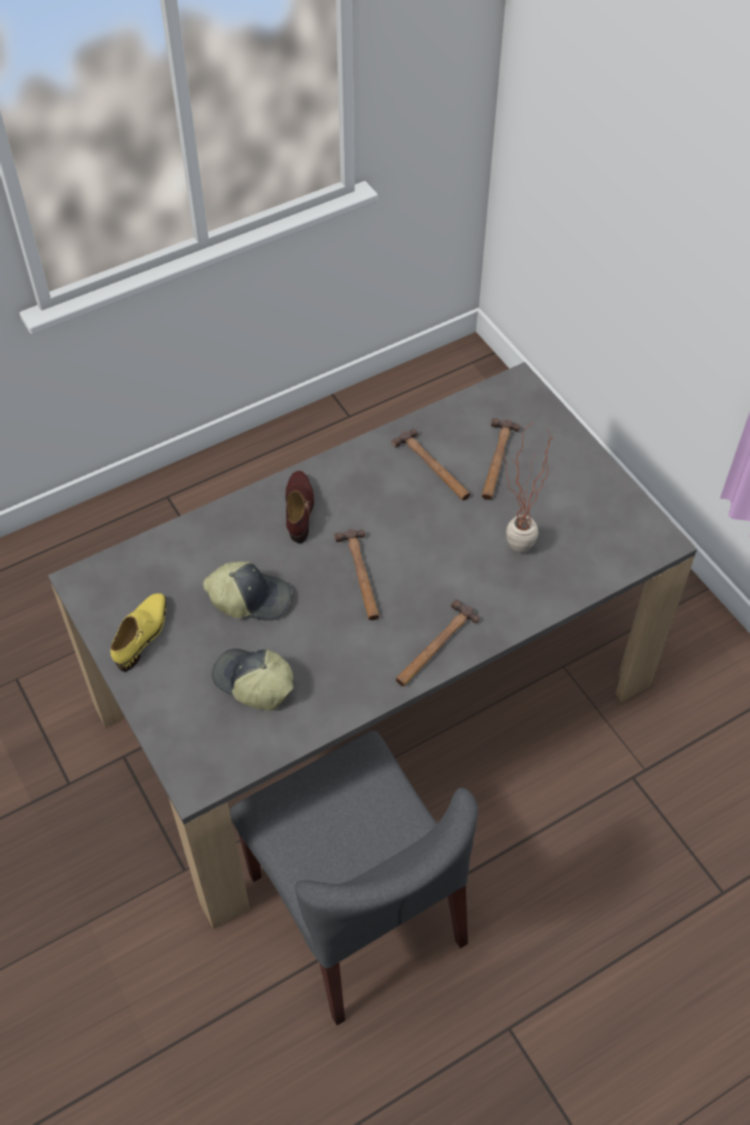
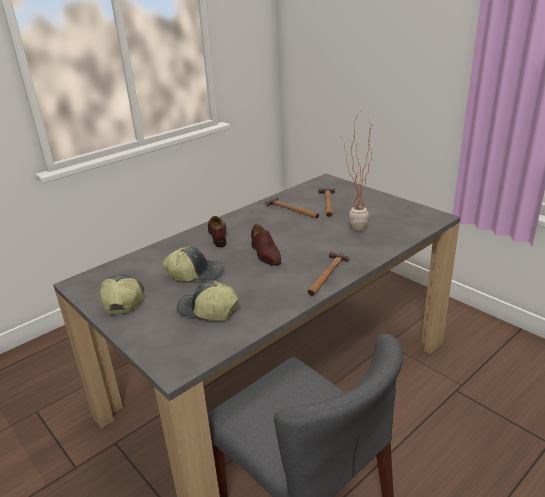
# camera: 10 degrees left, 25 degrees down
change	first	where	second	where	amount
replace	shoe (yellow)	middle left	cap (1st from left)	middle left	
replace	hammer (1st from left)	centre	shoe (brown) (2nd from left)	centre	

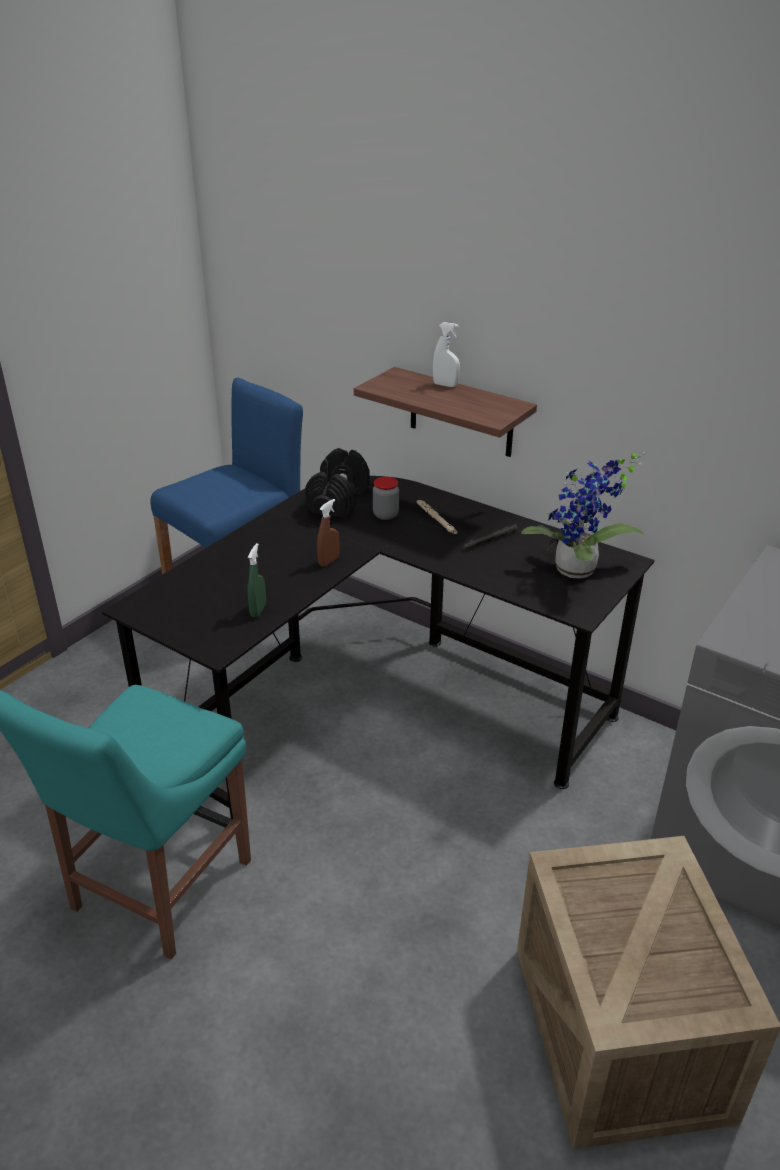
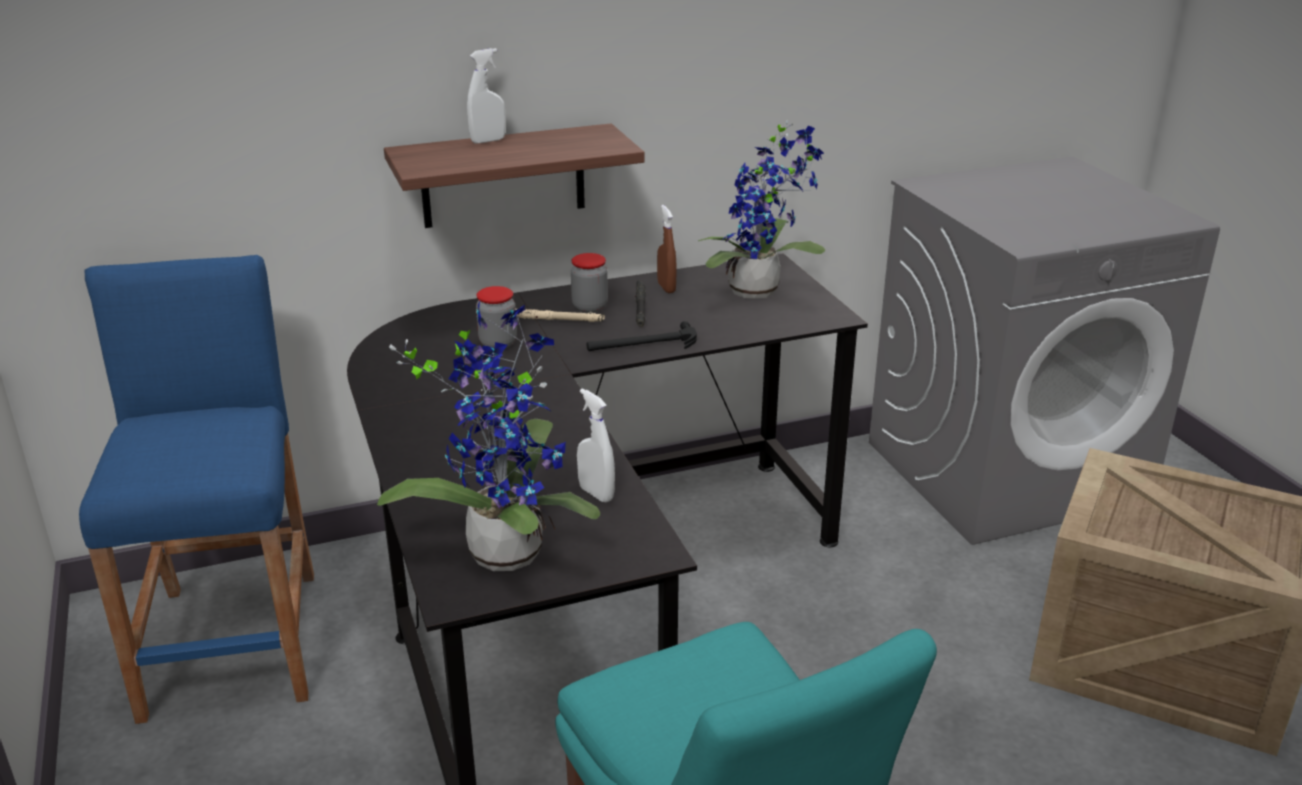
# camera: 55 degrees left, 5 degrees down
change	first	where	second	where	amount
insert			potted plant (1st from left)	centre	
insert			jar (2nd from left)	centre	
recolor	spray bottle (green)	middle left	spray bottle (white) (2nd from left)	centre	
insert			hammer	centre	
move	spray bottle (brown)	centre		top centre	
delete	dumbbell (black)	centre			

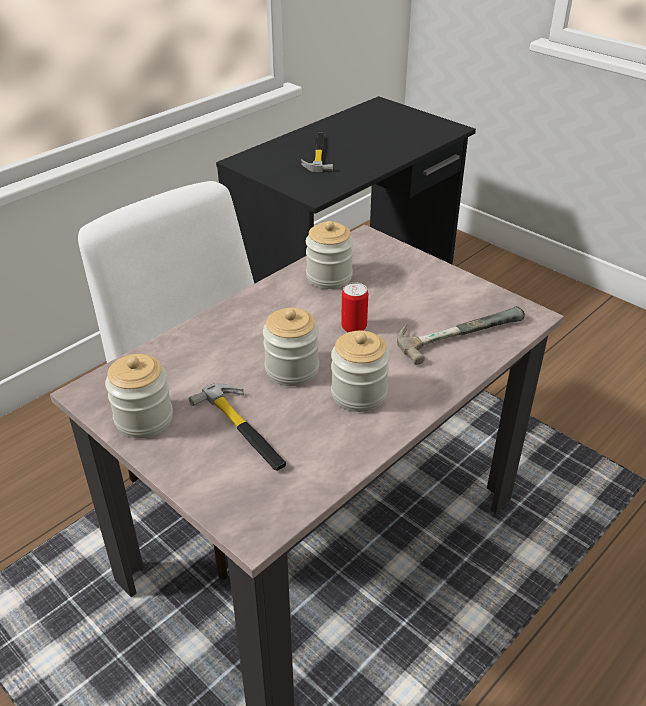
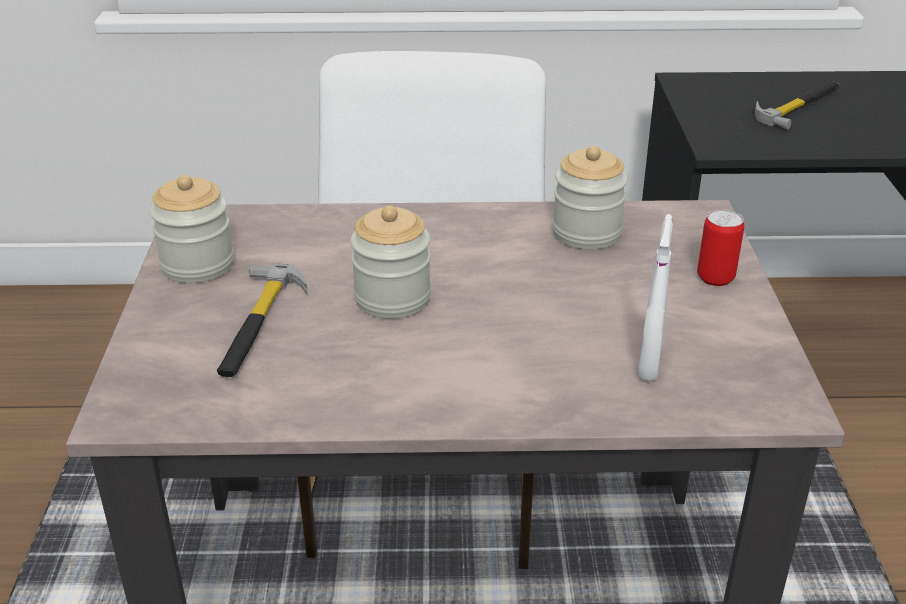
# camera: 45 degrees right, 5 degrees down
change	first	where	second	where	amount
replace	hammer (3rd from left)	middle right	spray bottle (white)	middle right	
move	can	centre		middle right	
delete	jar (4th from left)	centre			

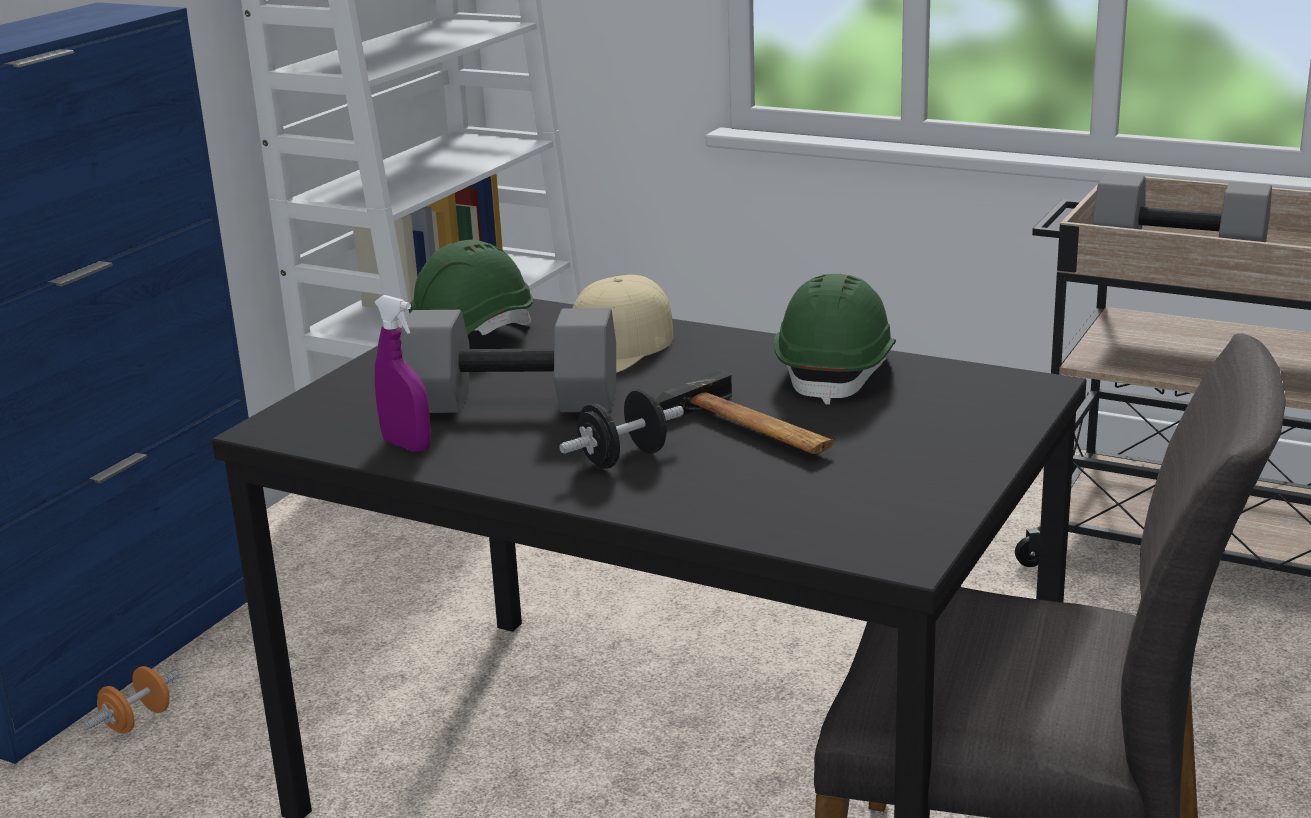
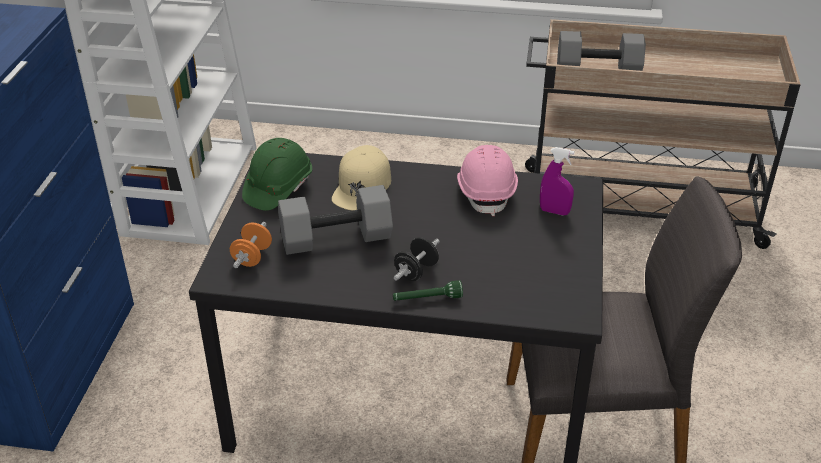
# camera: 20 degrees left, 15 degrees up
change	first	where	second	where	amount
move	dumbbell (orange)	bottom left		middle left	
insert			flashlight (green)	centre	
recolor	hard hat (green) (2nd from left)	centre	hard hat (pink)	centre	
move	spray bottle (purple)	middle left		middle right	
delete	hammer	centre			

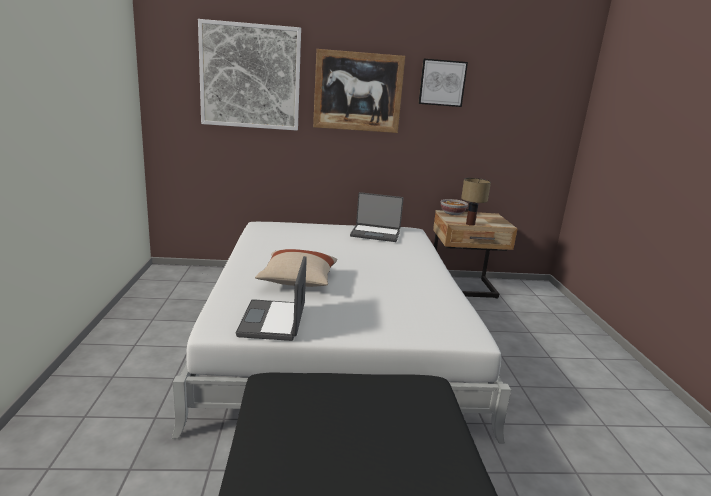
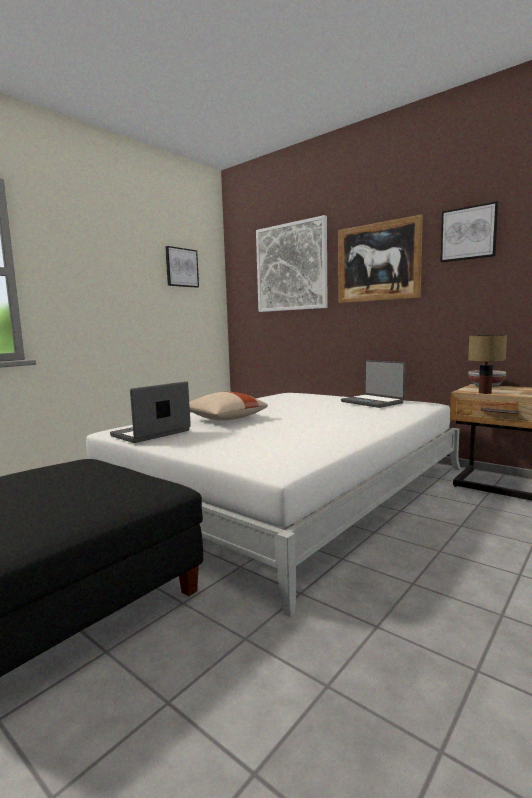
# camera: 45 degrees right, 10 degrees down
change	first	where	second	where	amount
insert			picture (1st from left)	centre	

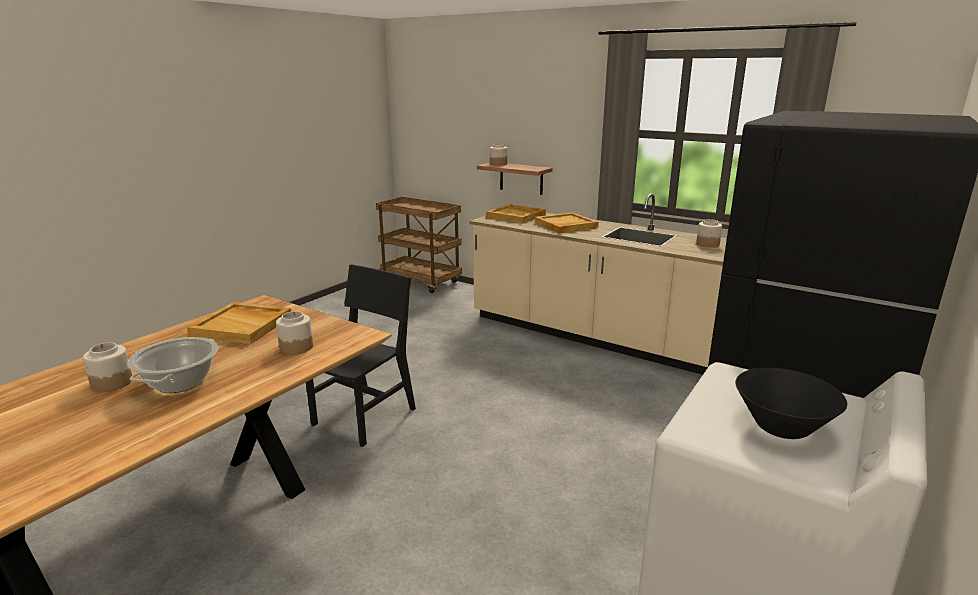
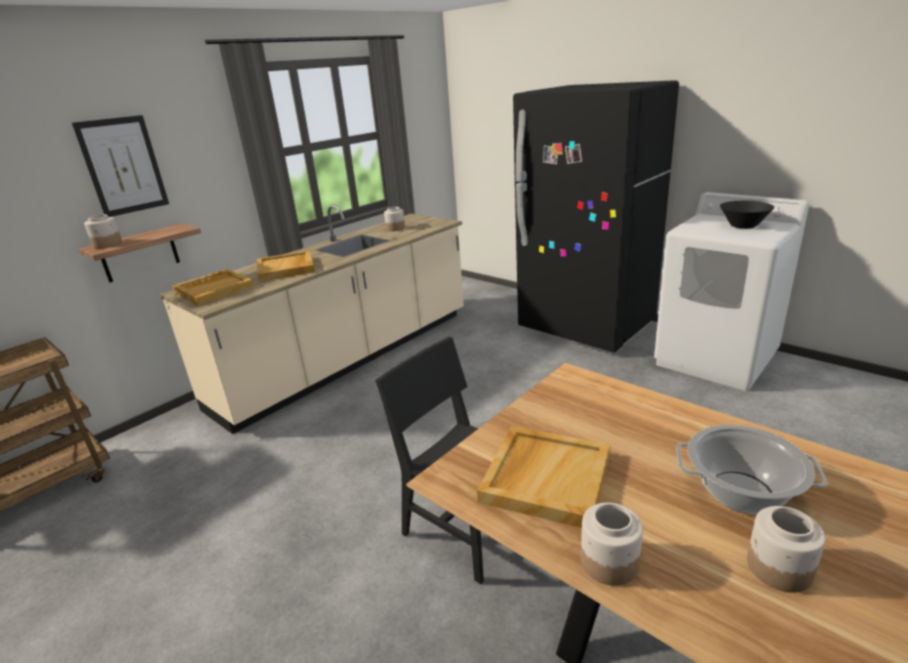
# camera: 80 degrees left, 5 degrees up
change	first	where	second	where	amount
insert			picture	top left	
move	jar (2nd from left in the first image)	middle left	jar (3rd from left)	bottom right	

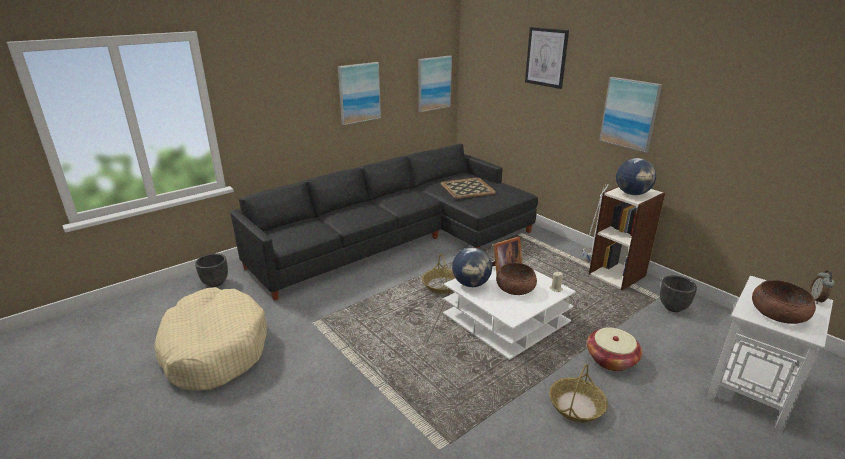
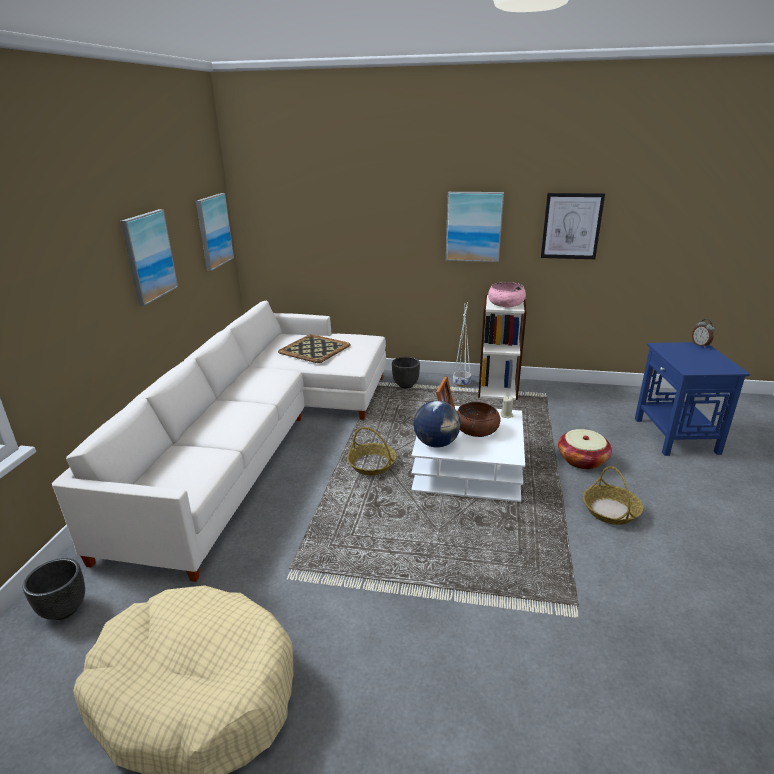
# camera: 40 degrees left, 0 degrees up
change	first	where	second	where	amount
recolor	sofa (black)	centre	sofa (white)	middle left	
move	planter (black) (2nd from left)	middle right		centre	
replace	globe (2nd from left)	middle right	bowl (pink)	centre	
move	picture (3rd from left in the first image)	top centre	picture (4th from left)	top right	
recolor	side table (white)	bottom right	side table (blue)	middle right	
delete	bowl (brown) (2nd from left)	middle right			

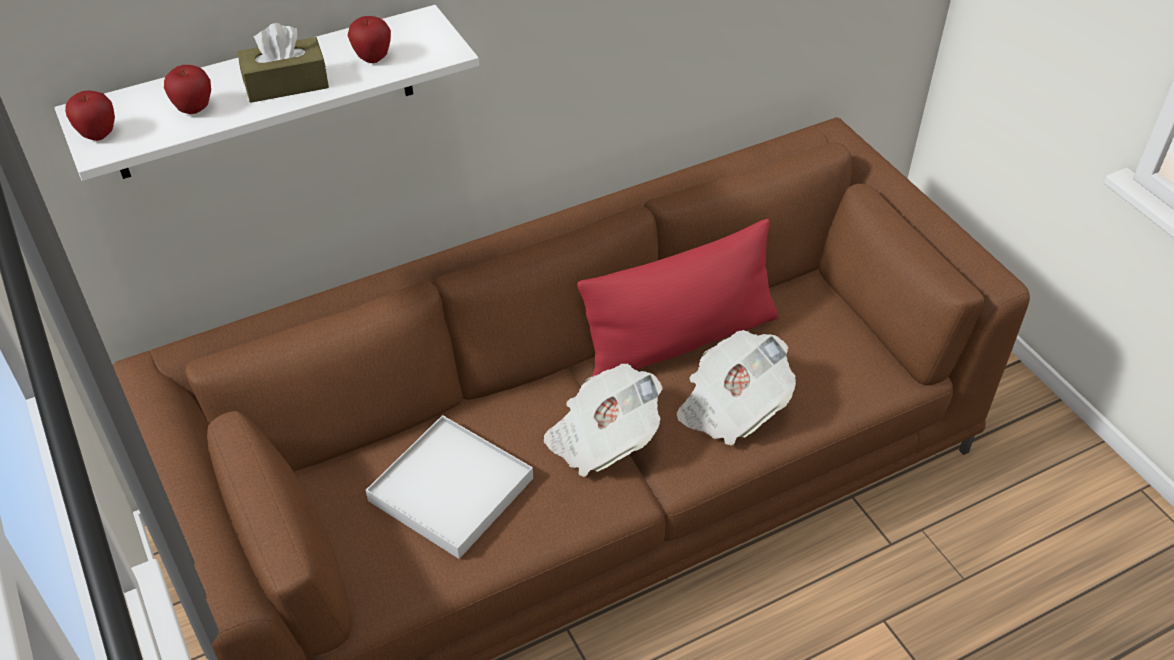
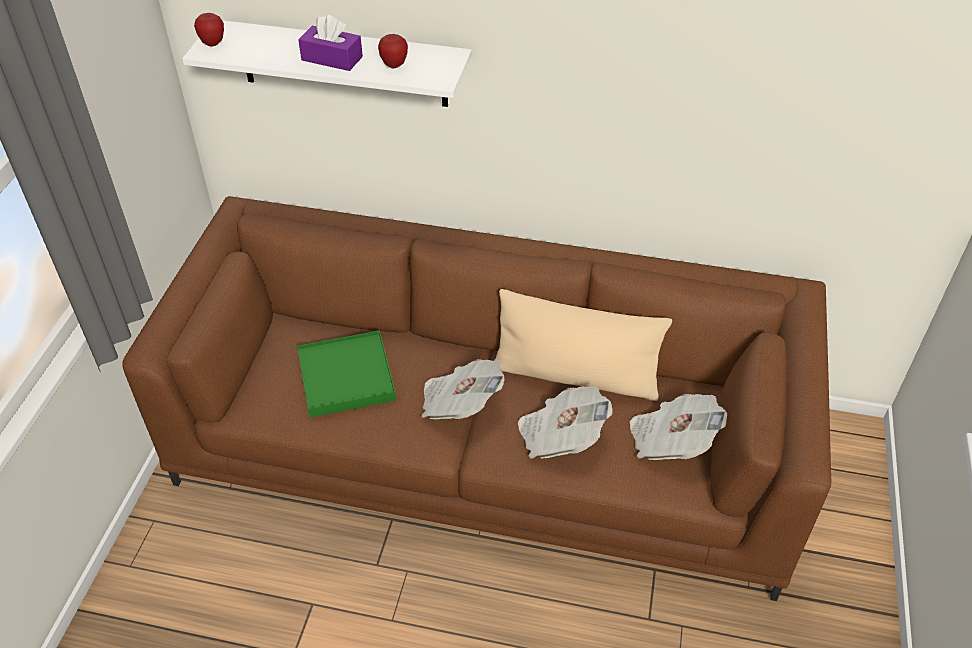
# camera: 40 degrees right, 0 degrees up
change	first	where	second	where	amount
recolor	tray (white)	bottom centre	tray (green)	centre	
recolor	tissue box (brown)	top left	tissue box (purple)	top centre	
recolor	pillow (red)	centre	pillow (beige)	centre	
insert			newspaper (3rd from left)	middle right	
delete	apple (2nd from left)	top left			

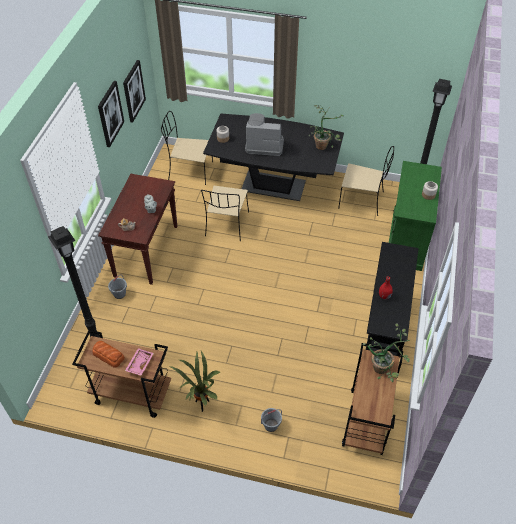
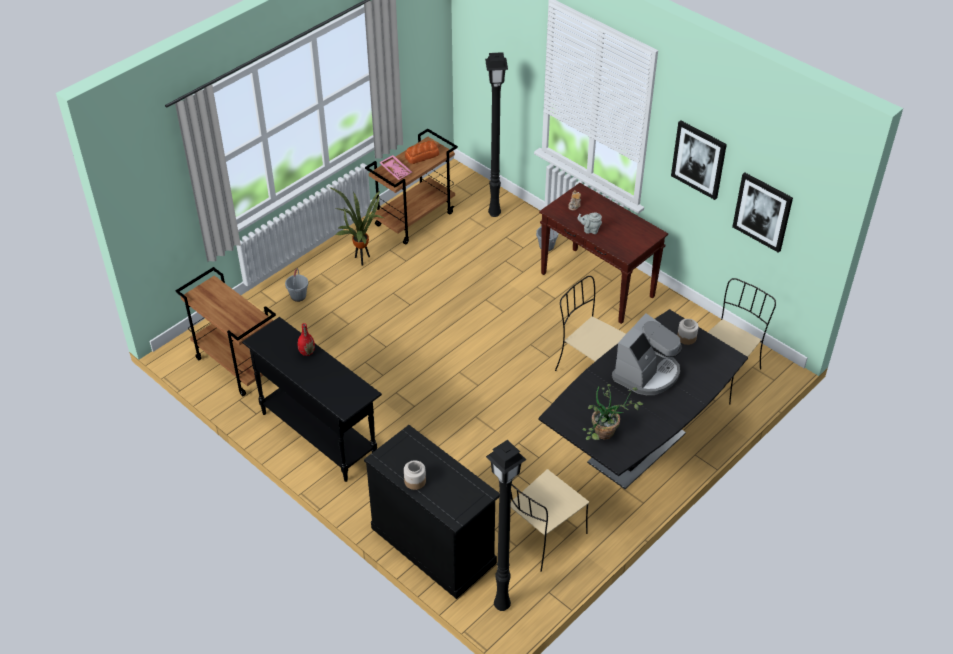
# camera: 120 degrees right, 5 degrees down
change	first	where	second	where	amount
recolor	cabinet (green)	middle right	cabinet (black)	bottom centre	
delete	potted plant (3rd from left)	bottom right			

